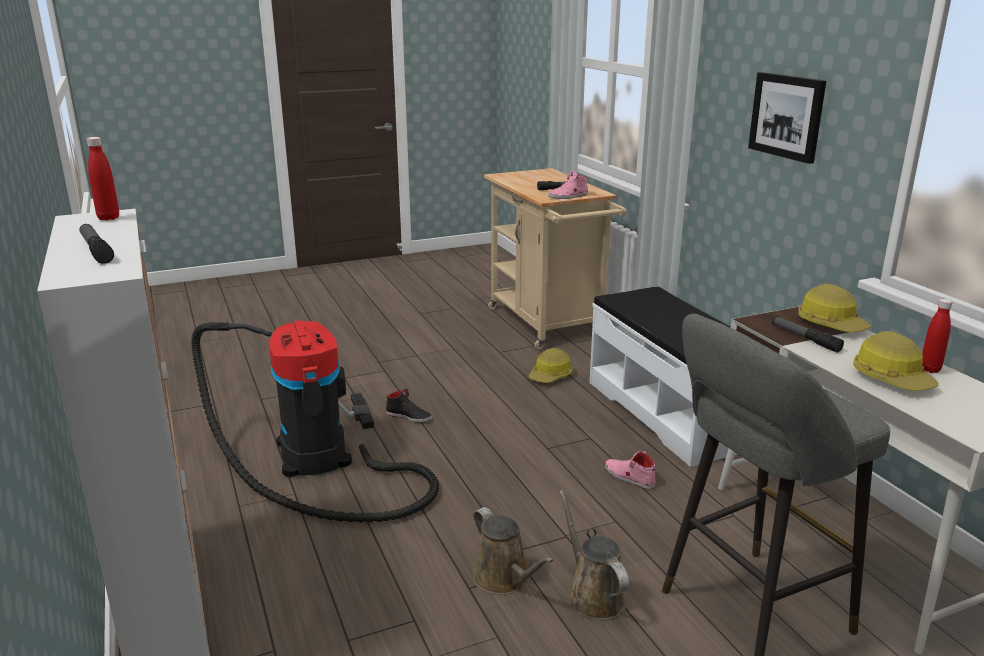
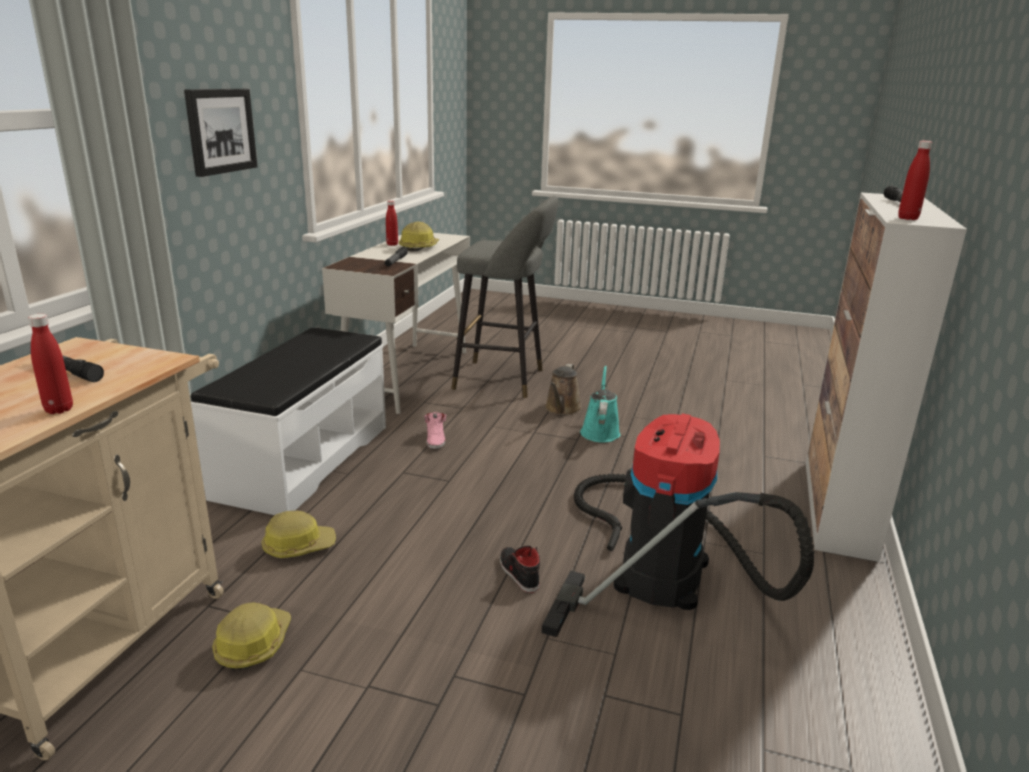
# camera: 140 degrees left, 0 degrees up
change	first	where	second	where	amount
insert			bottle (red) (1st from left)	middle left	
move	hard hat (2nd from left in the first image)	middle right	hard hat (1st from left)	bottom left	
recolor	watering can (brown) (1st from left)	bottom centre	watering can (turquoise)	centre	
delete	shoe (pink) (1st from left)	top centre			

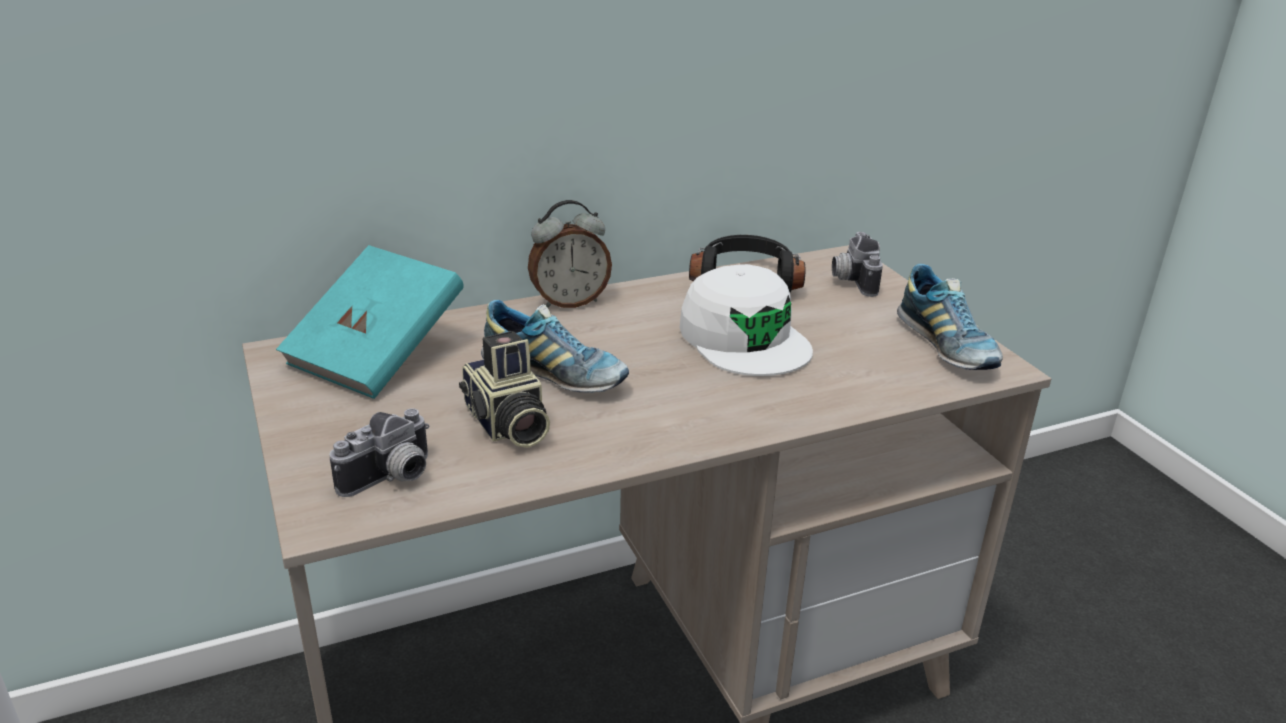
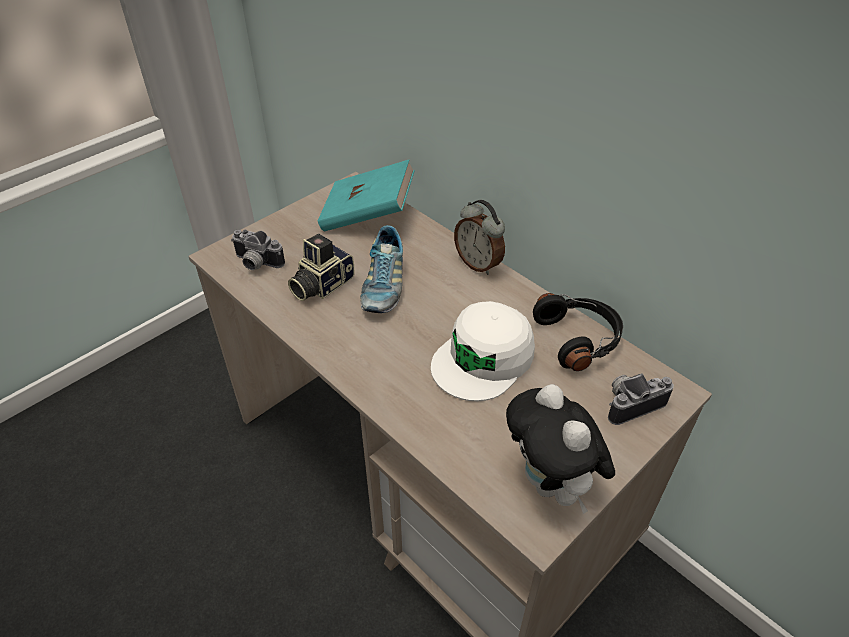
# camera: 70 degrees right, 15 degrees up
change	first	where	second	where	amount
replace	shoe (2nd from left)	middle right	plush toy	bottom centre	

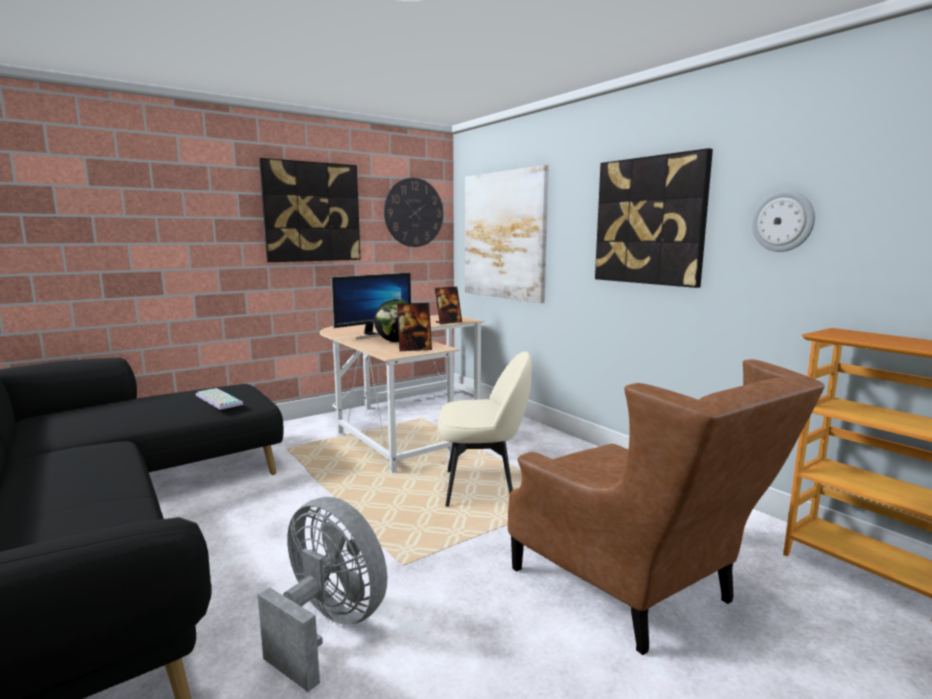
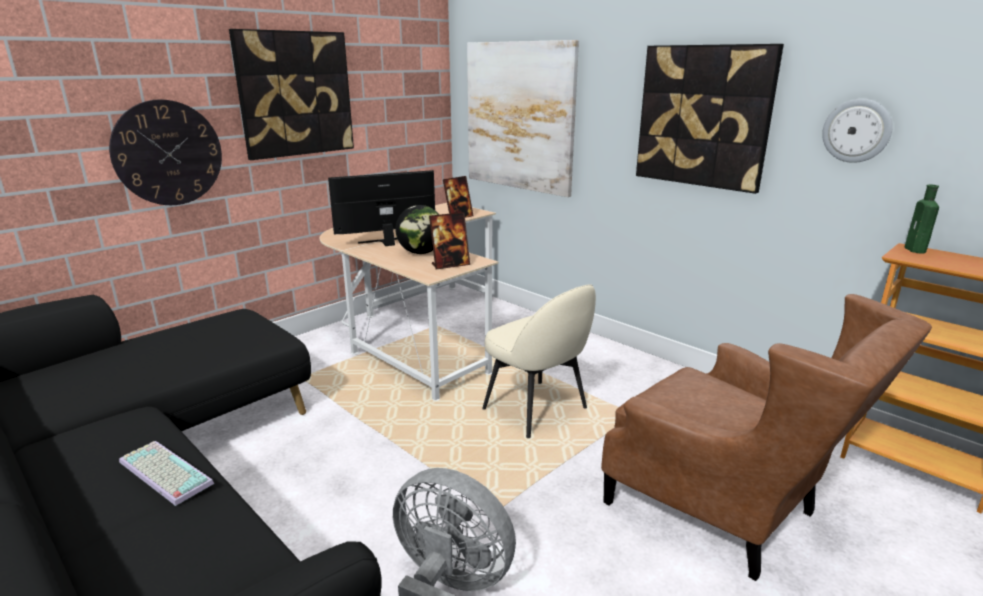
# camera: 10 degrees left, 10 degrees up
change	first	where	second	where	amount
move	wall clock (1st from left)	top centre		top left	
move	keyboard	middle left		bottom left	
rotate	monitor	centre		centre	150 degrees counterclockwise
rotate	chair (beige)	centre		centre	60 degrees clockwise
insert			bottle (green)	middle right	

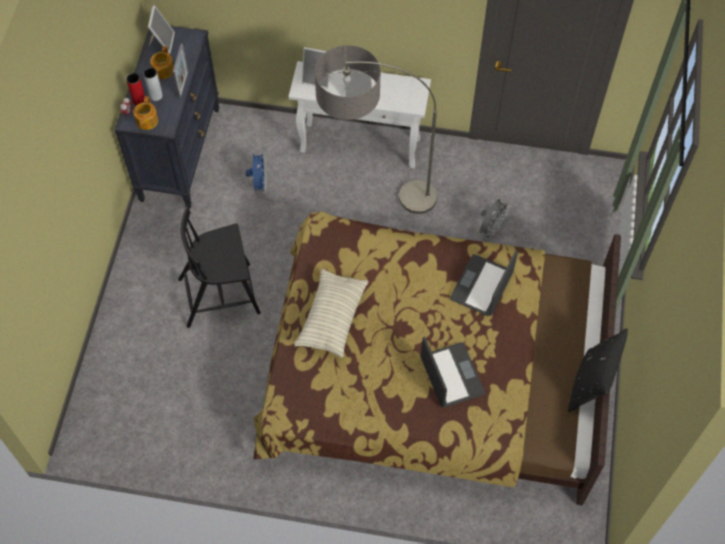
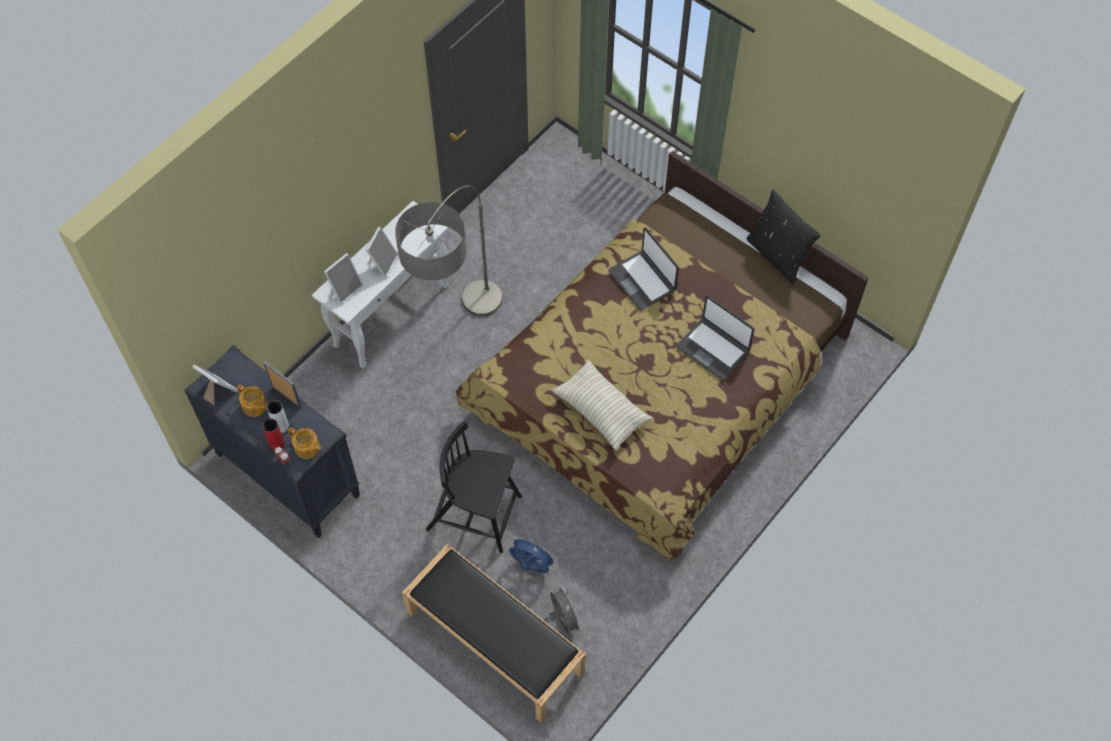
# camera: 60 degrees left, 0 degrees up
change	first	where	second	where	amount
insert			bench (black)	bottom centre	
rotate	chair (black)	middle left		centre	90 degrees clockwise
move	fan (blue)	top centre		bottom centre	
move	fan (grey)	middle right		bottom centre	
rotate	laptop (1st from left in the first image)	bottom centre	laptop (2nd from left)	centre	150 degrees counterclockwise

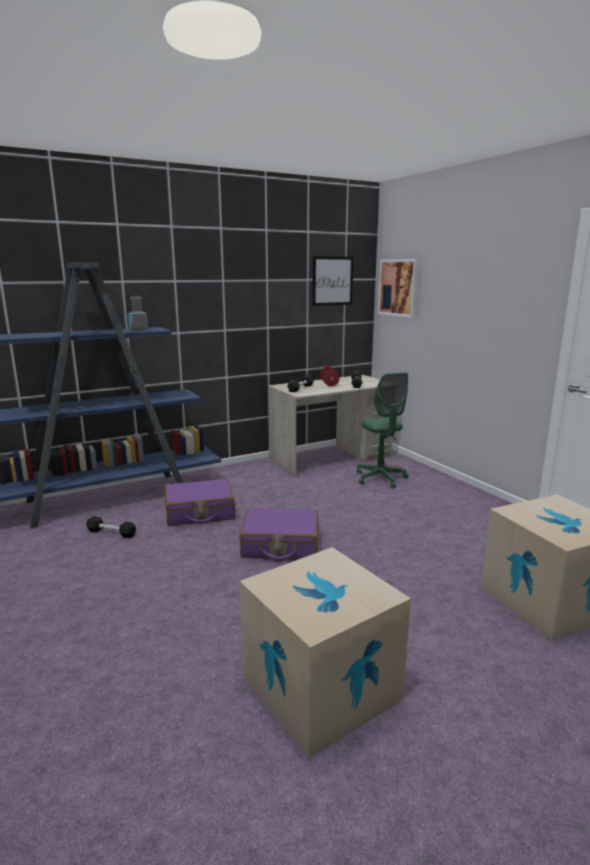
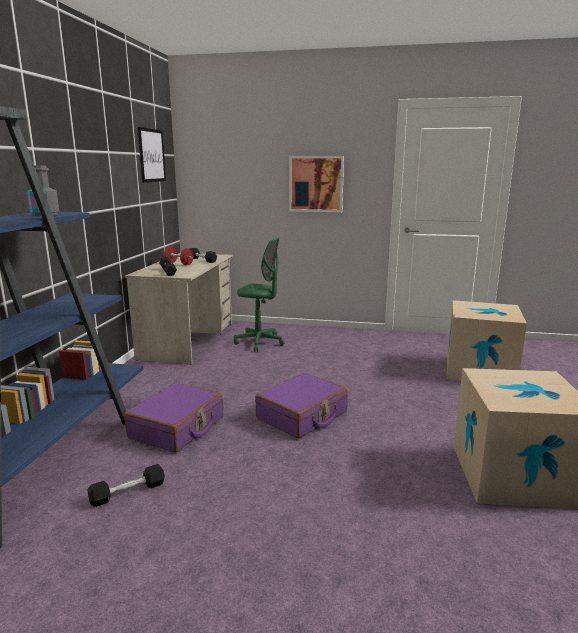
# camera: 50 degrees left, 0 degrees up
change	first	where	second	where	amount
move	picture (2nd from left)	top right		top centre	

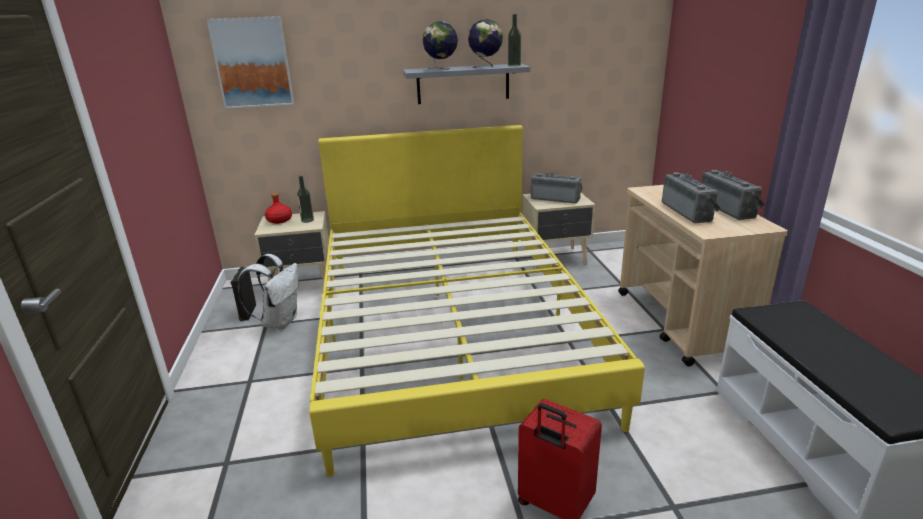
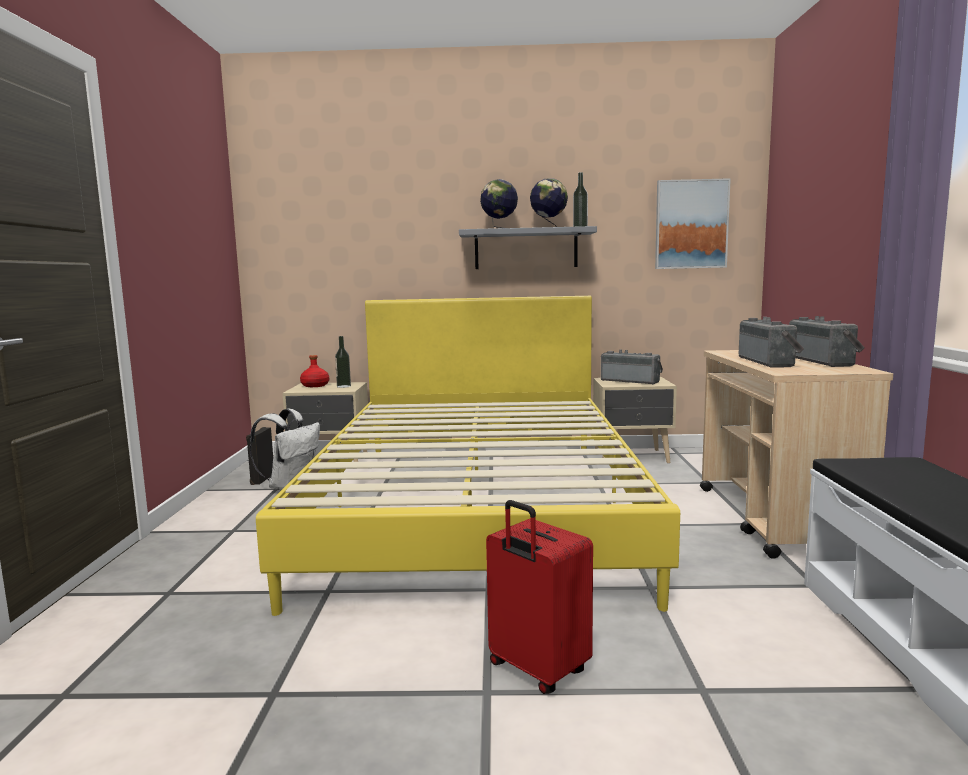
# camera: 10 degrees right, 15 degrees down
change	first	where	second	where	amount
move	picture	top left		top right	

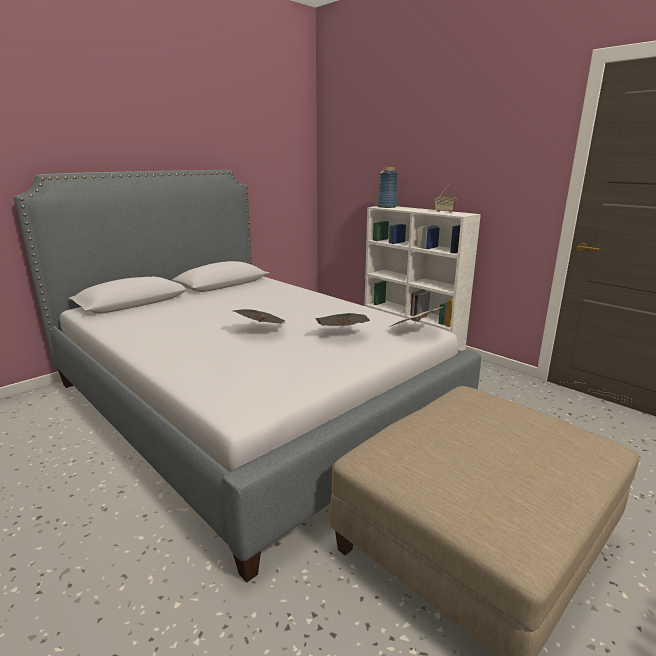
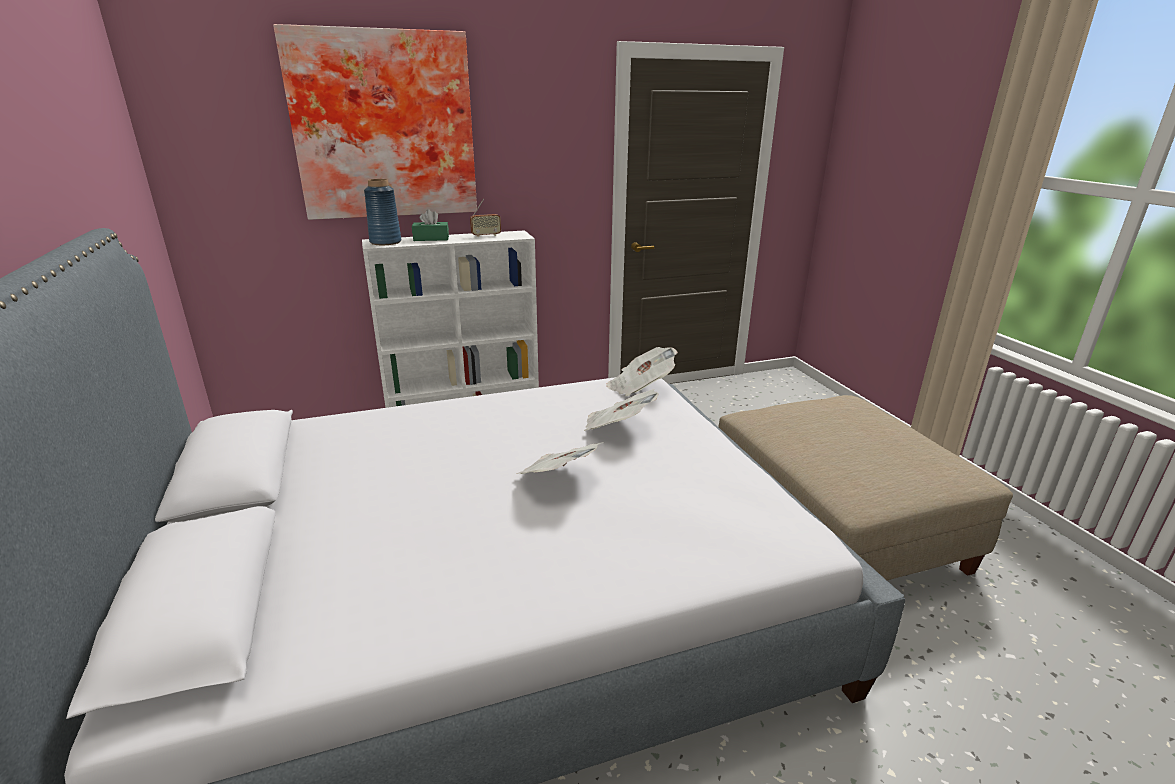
# camera: 65 degrees left, 5 degrees up
change	first	where	second	where	amount
insert			picture	top left	
insert			tissue box (green)	top centre	

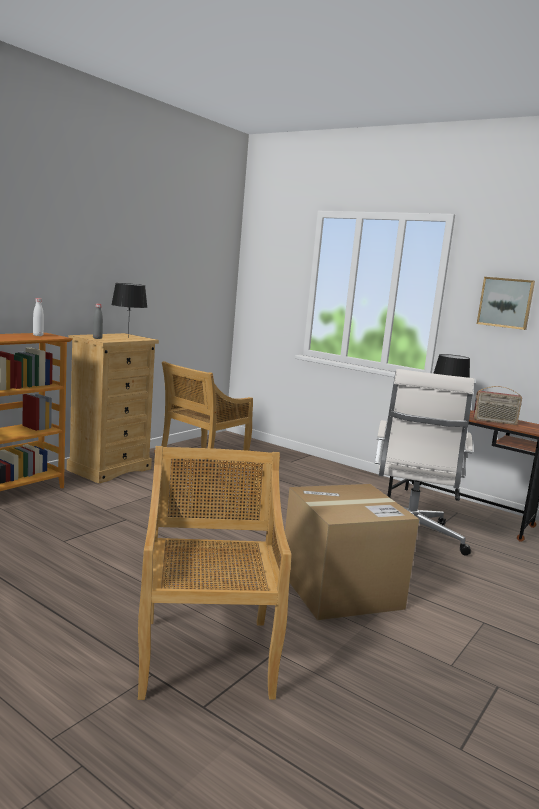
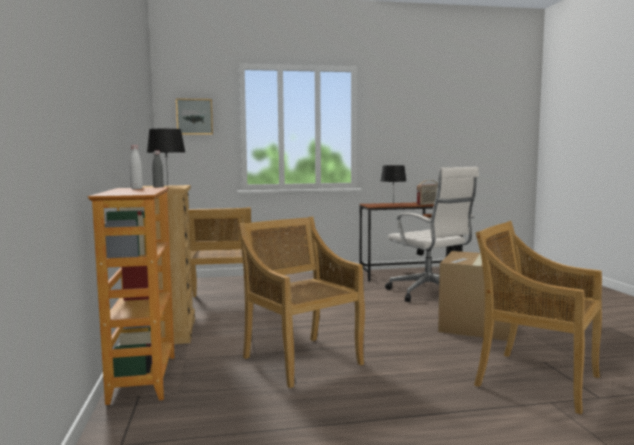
# camera: 45 degrees left, 5 degrees down
change	first	where	second	where	amount
move	picture	middle right		top left	
insert			chair (beige) (2nd from left)	bottom centre	

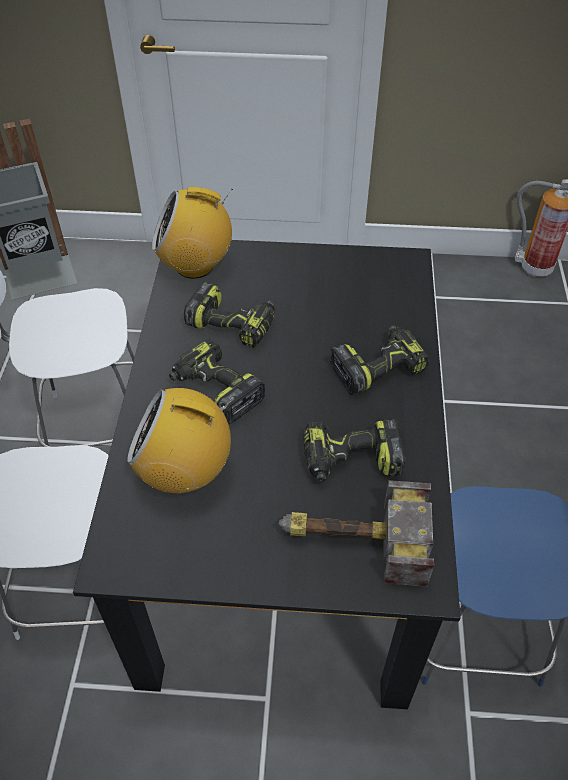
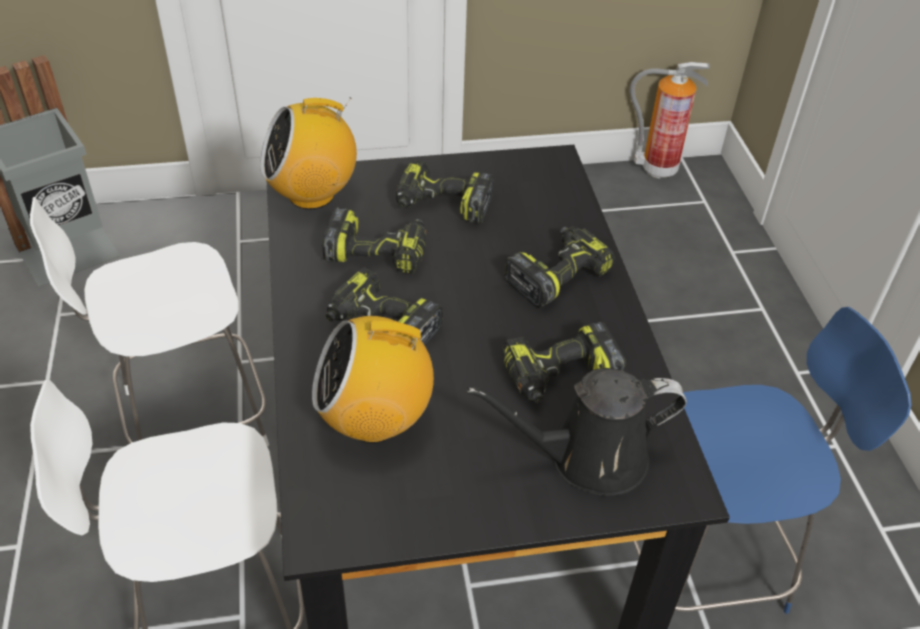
# camera: 15 degrees left, 5 degrees down
change	first	where	second	where	amount
insert			power drill (3rd from left)	top centre	
replace	hammer	bottom centre	watering can (black)	bottom centre	

